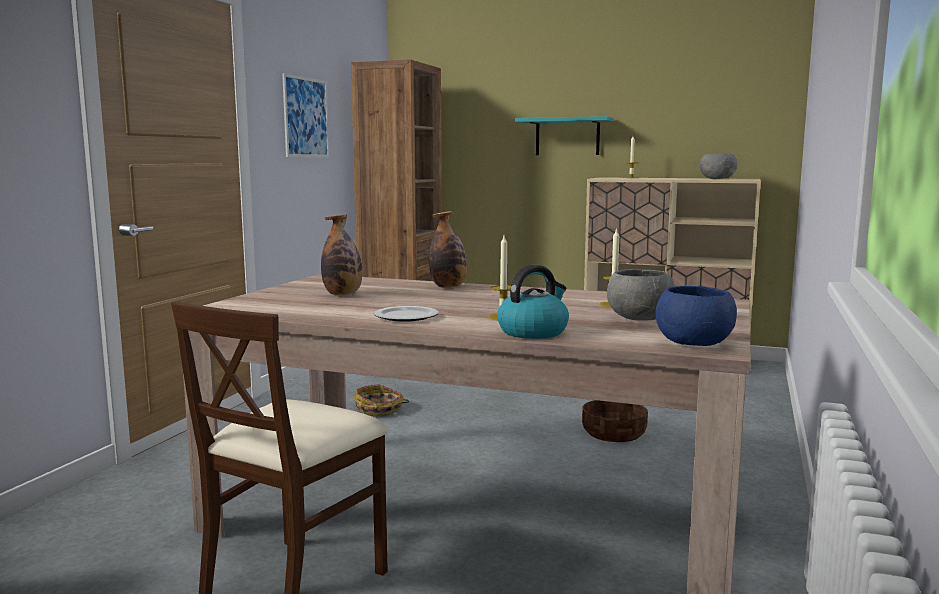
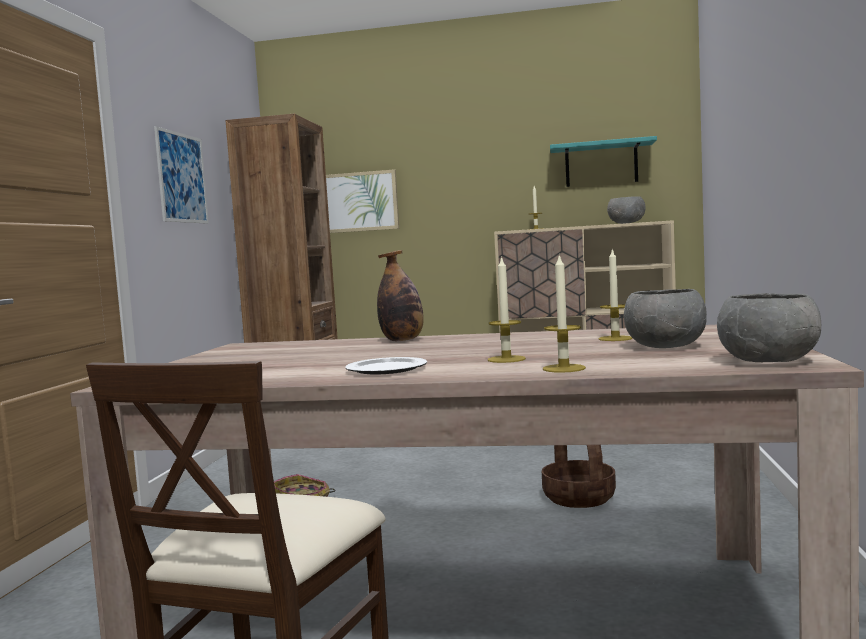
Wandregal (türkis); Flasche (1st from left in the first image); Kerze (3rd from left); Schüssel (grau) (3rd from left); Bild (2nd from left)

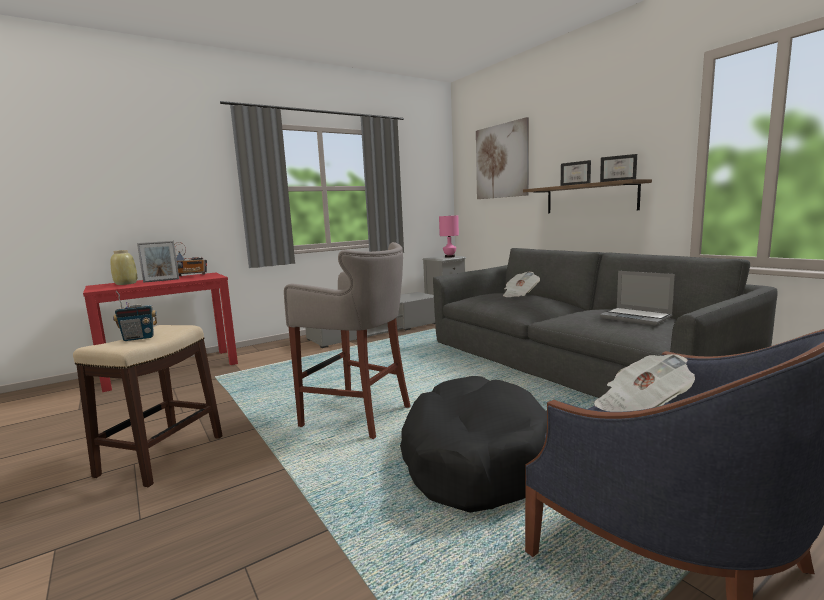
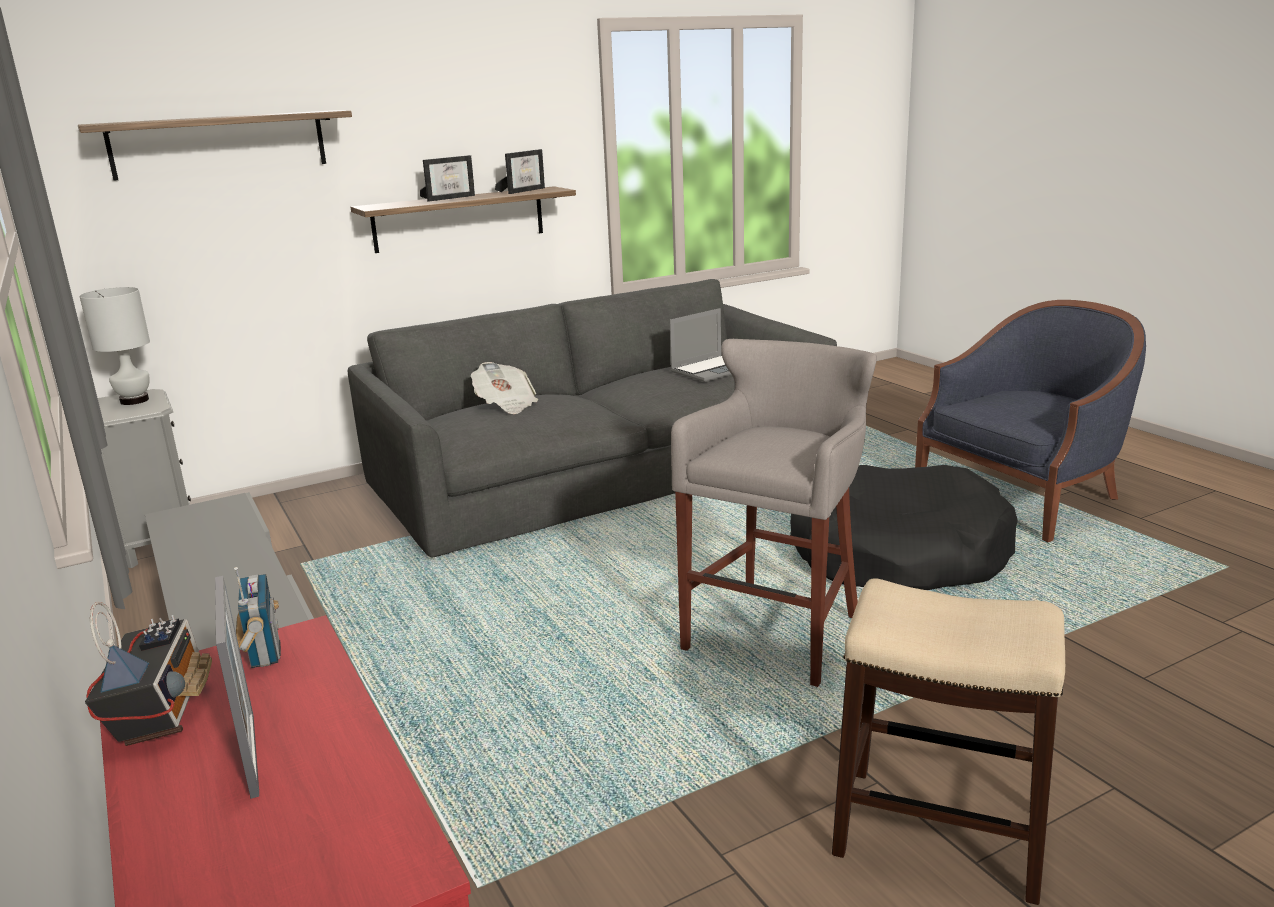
Wandregal (1st from left); Tischlampe (weiß); Vase (beige); Radio (2nd from left); Zeitung (2nd from left in the first image)

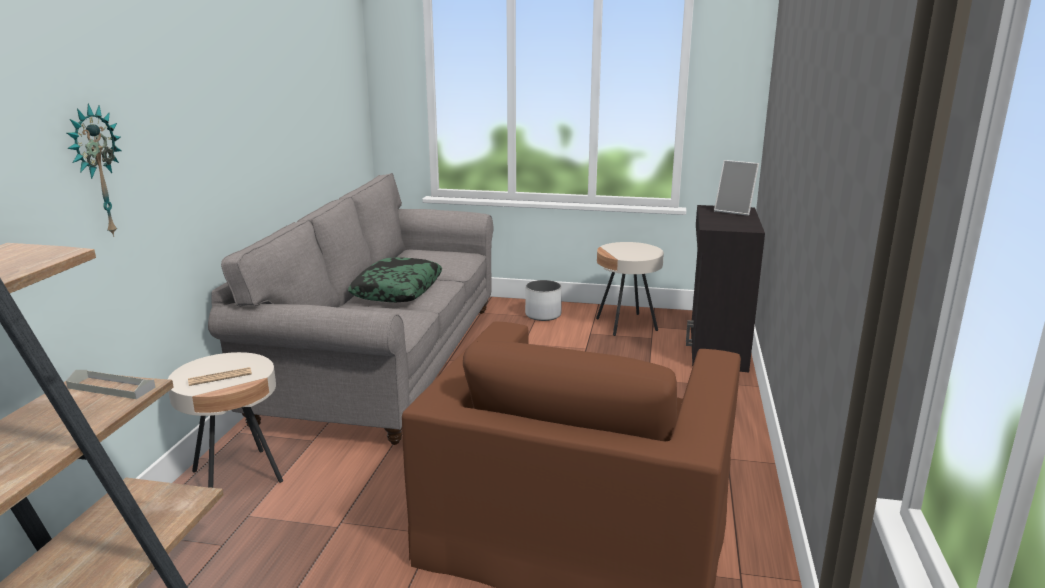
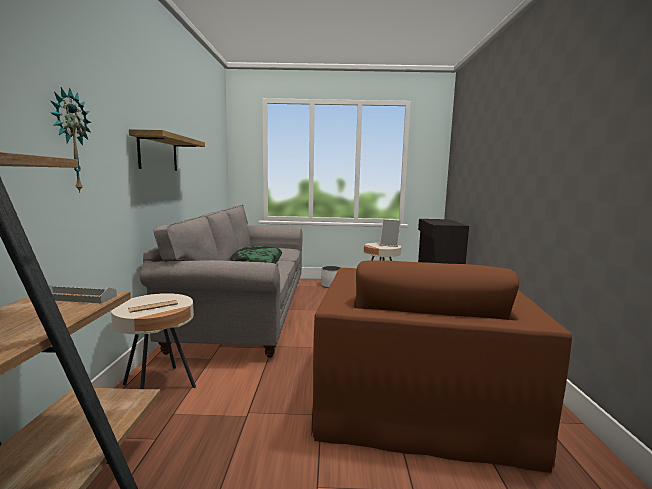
Bilderrahmen; Wandregal

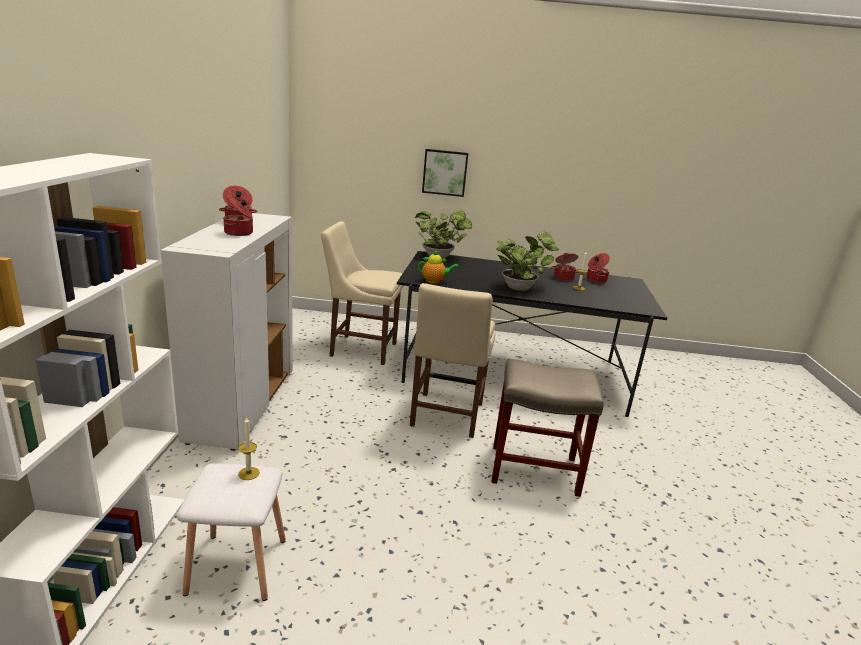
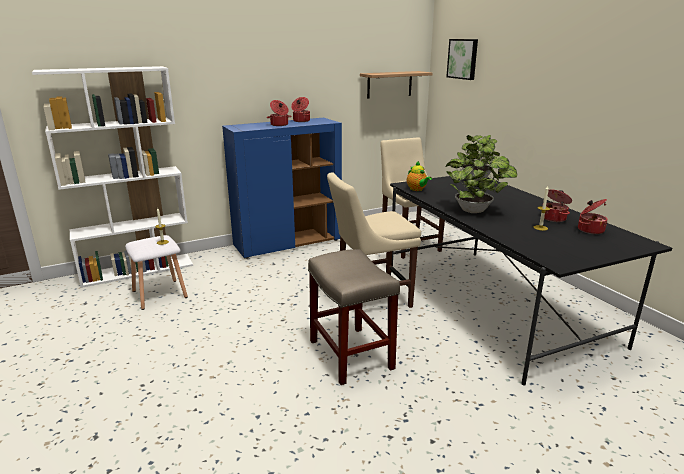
Bild; Schrank (blau); Wandregal

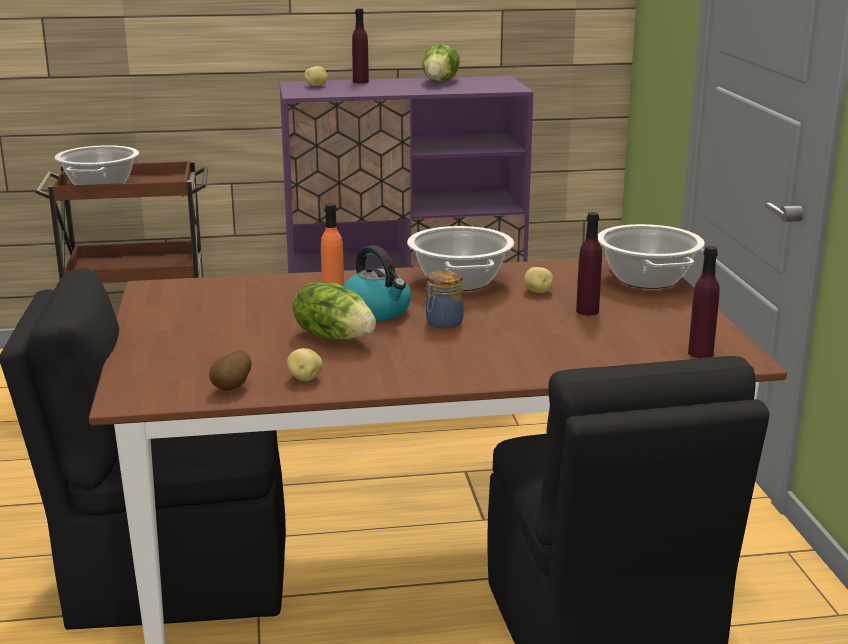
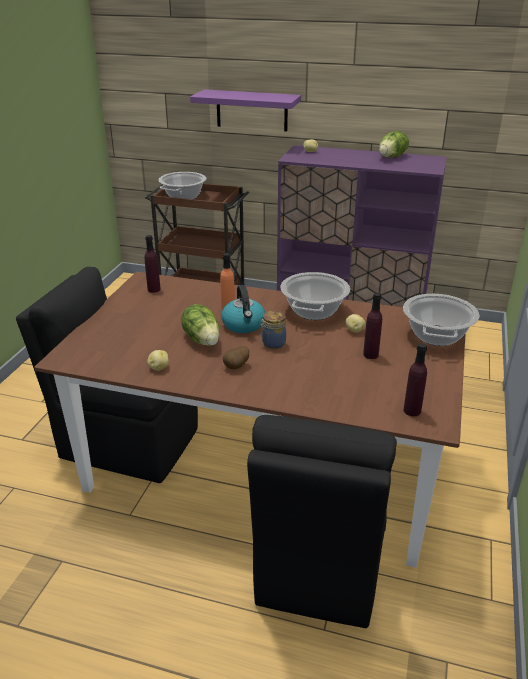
Flasche (lila) (1st from left); Kartoffel (2nd from left); Wandregal (lila)

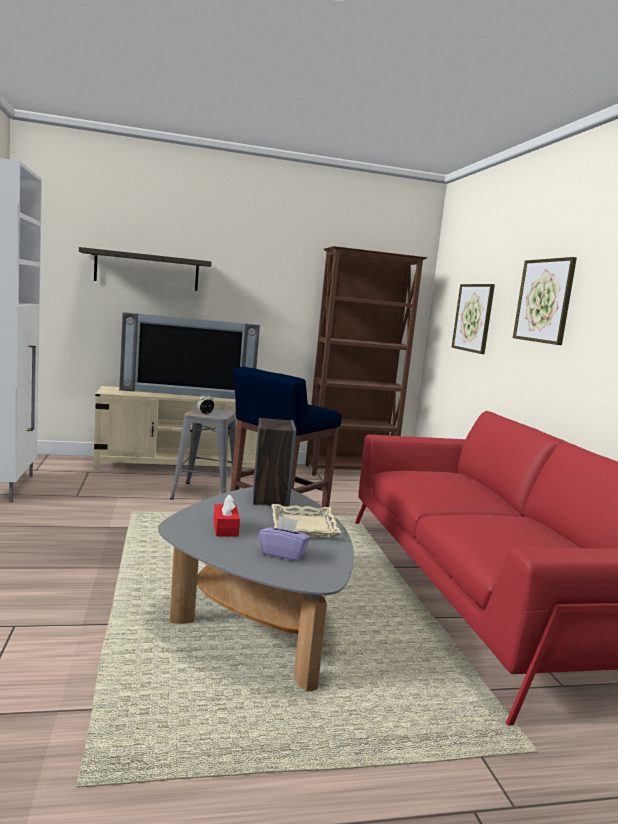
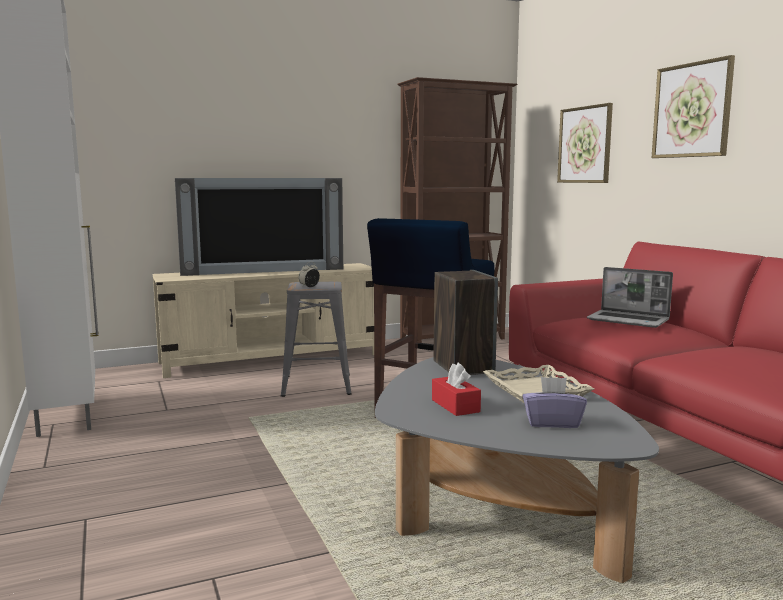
Wandregal; Laptop

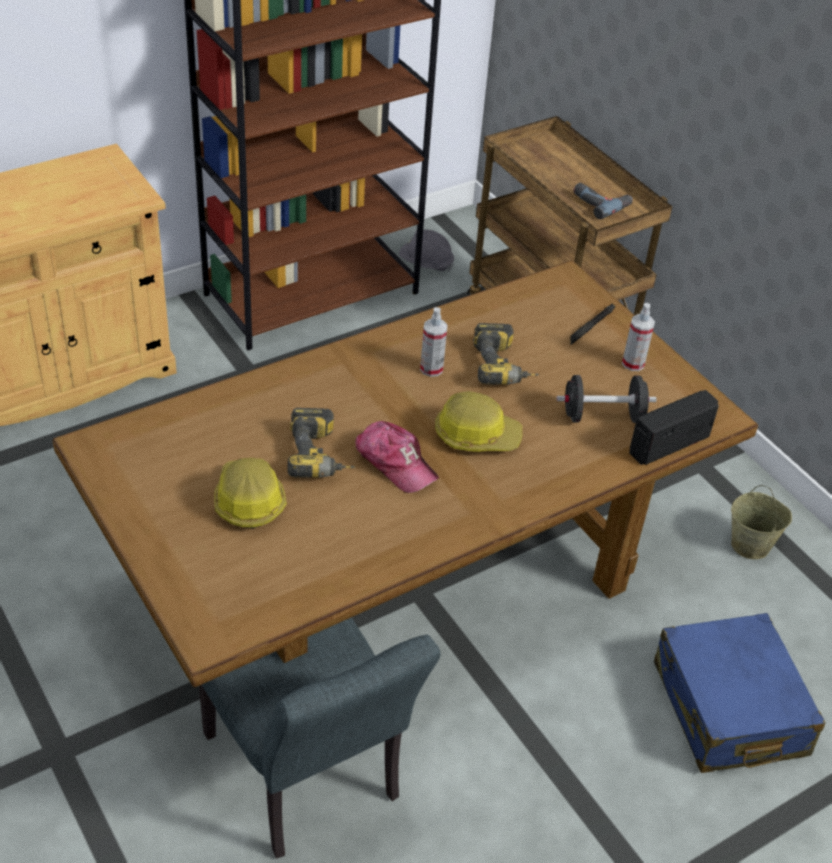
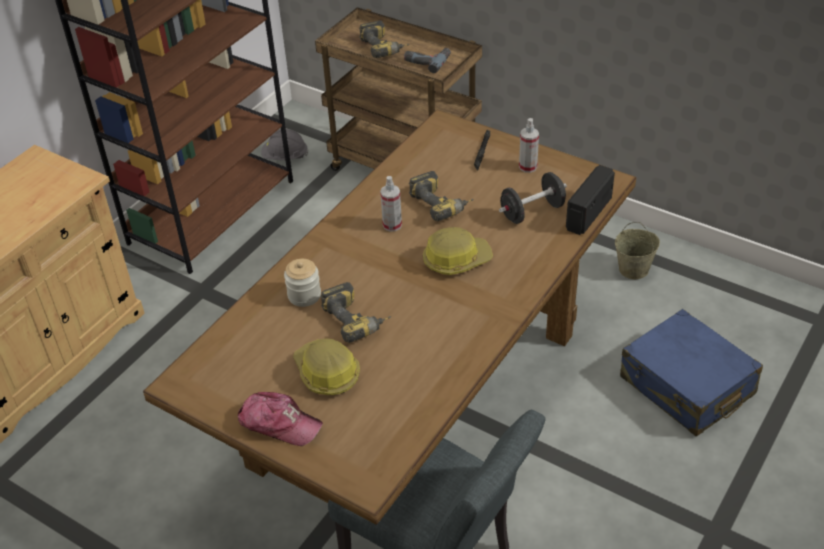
Kappe; Bohrmaschine (2nd from left); Vorratsglas

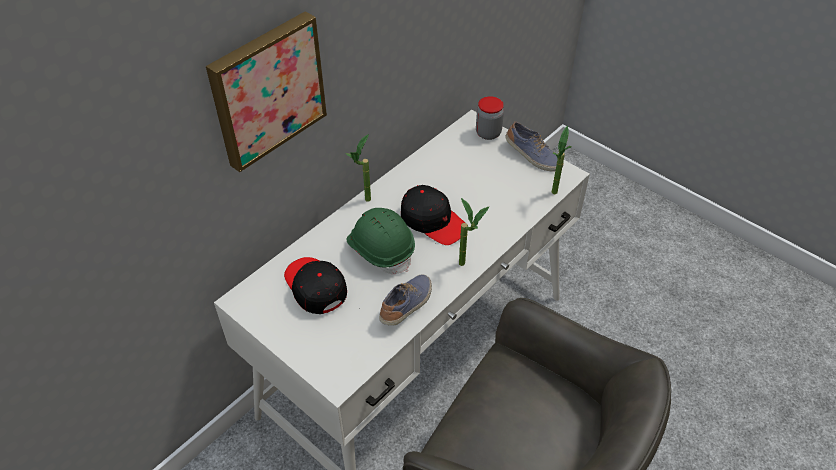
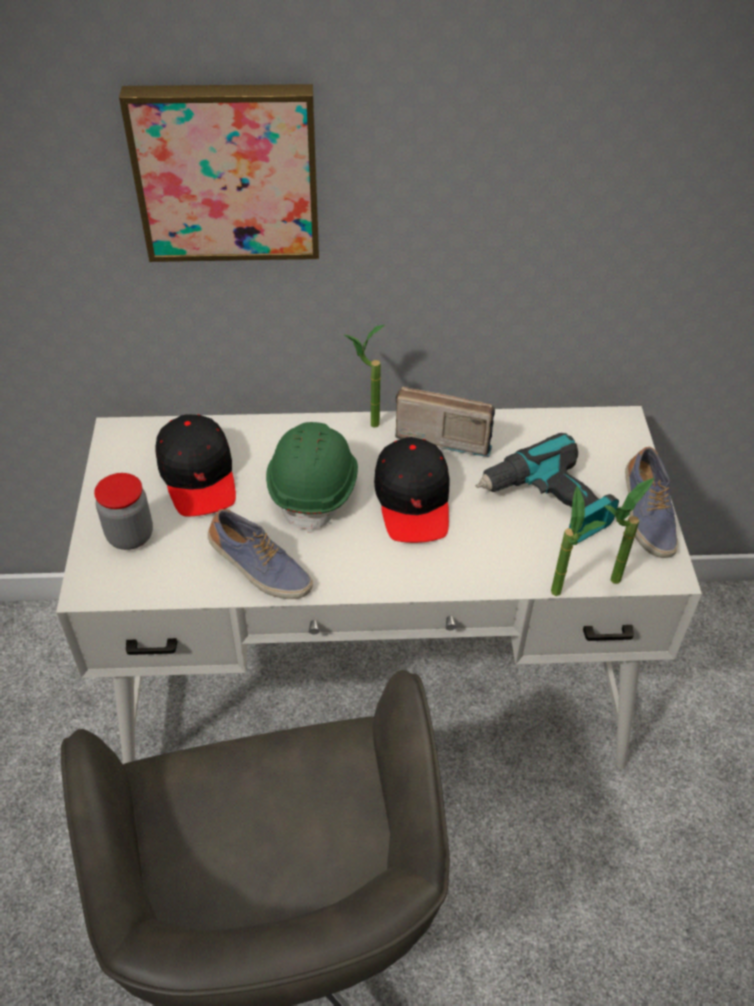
Vorratsglas; Topfpflanze (2nd from left); Kappe (schwarz) (1st from left); Schuh (1st from left); Radio; Bohrmaschine

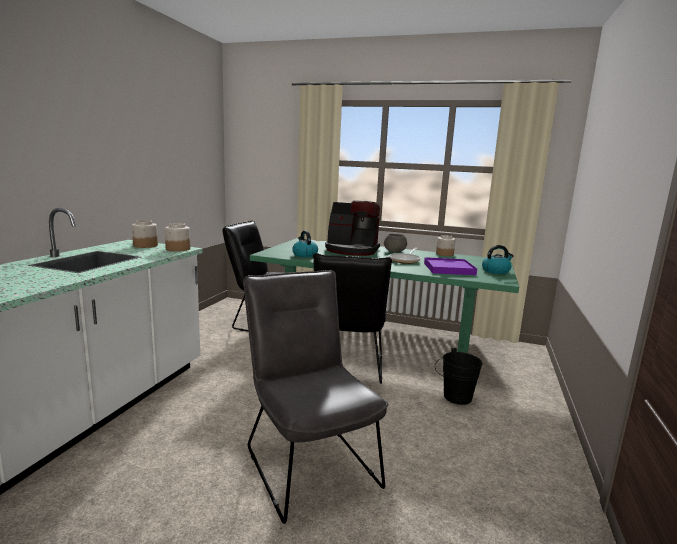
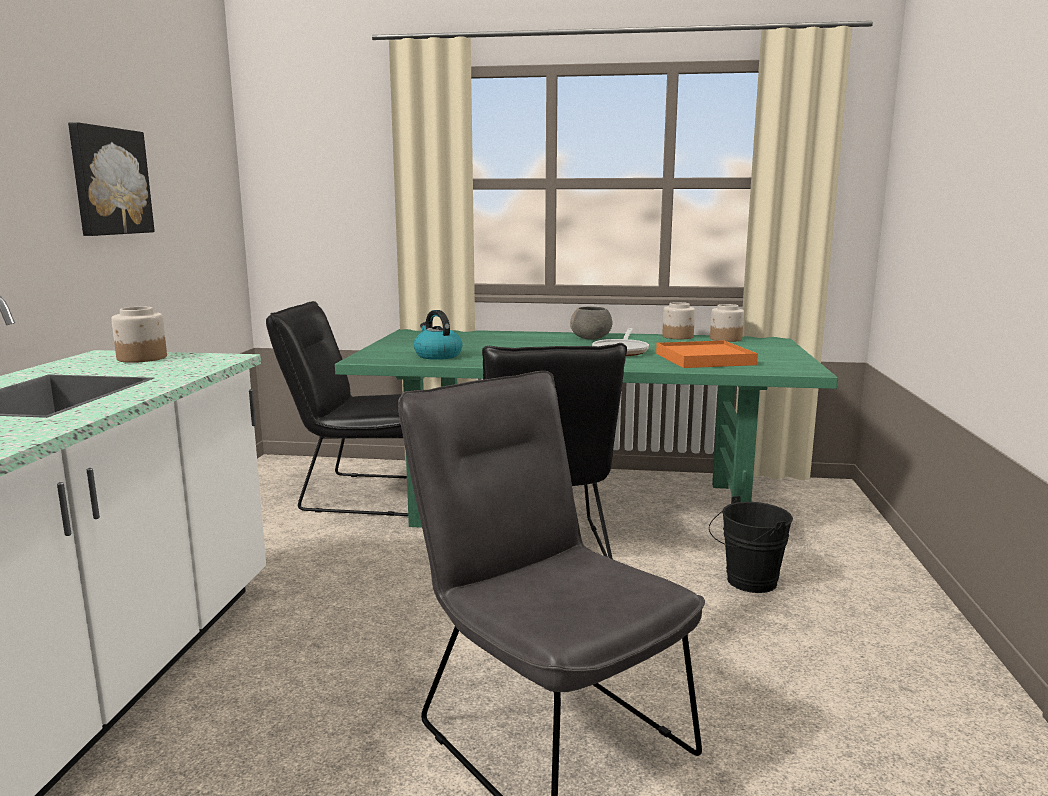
Kaffeemaschine; Vorratsglas (3rd from left); Wasserkessel (2nd from left in the first image); Tablett (orange); Bild

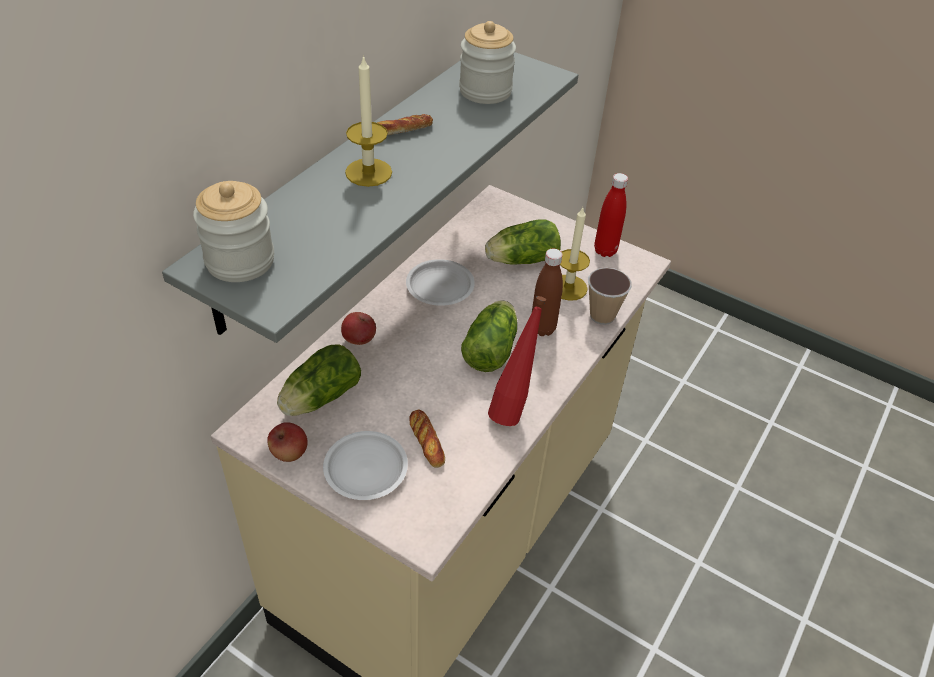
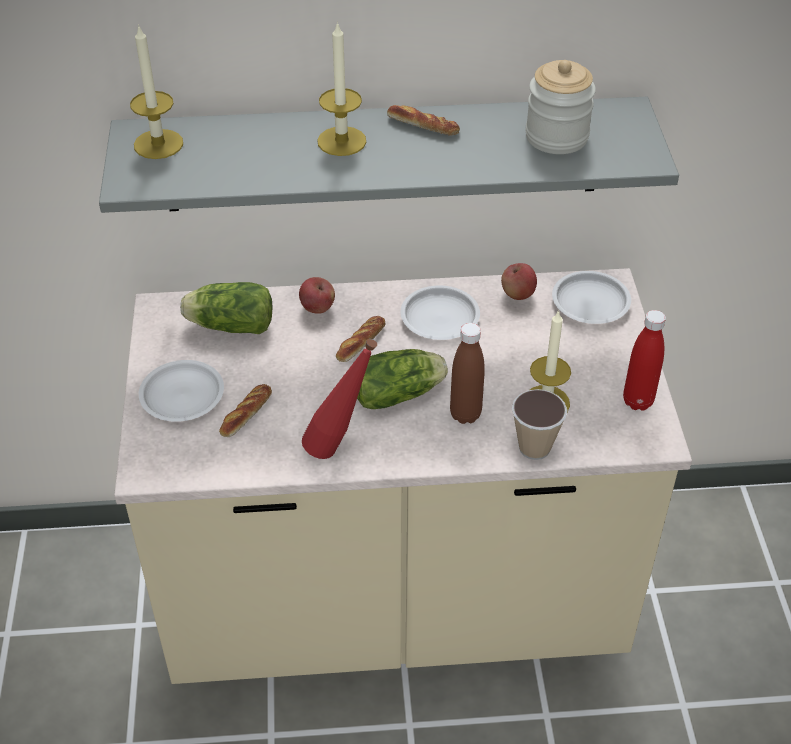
Kerze (1st from left); Salatkopf (3rd from left in the first image); Apfel (2nd from left); Teller (weiß) (3rd from left); Brot (2nd from left)

